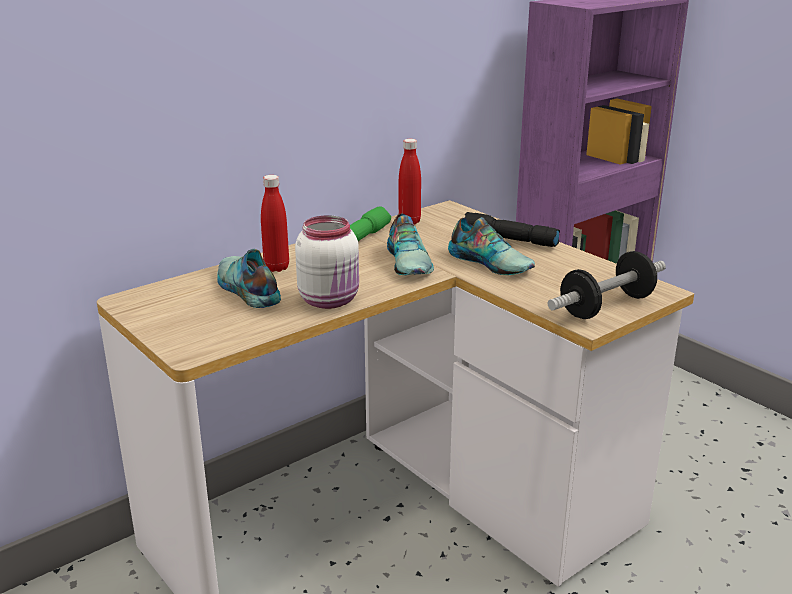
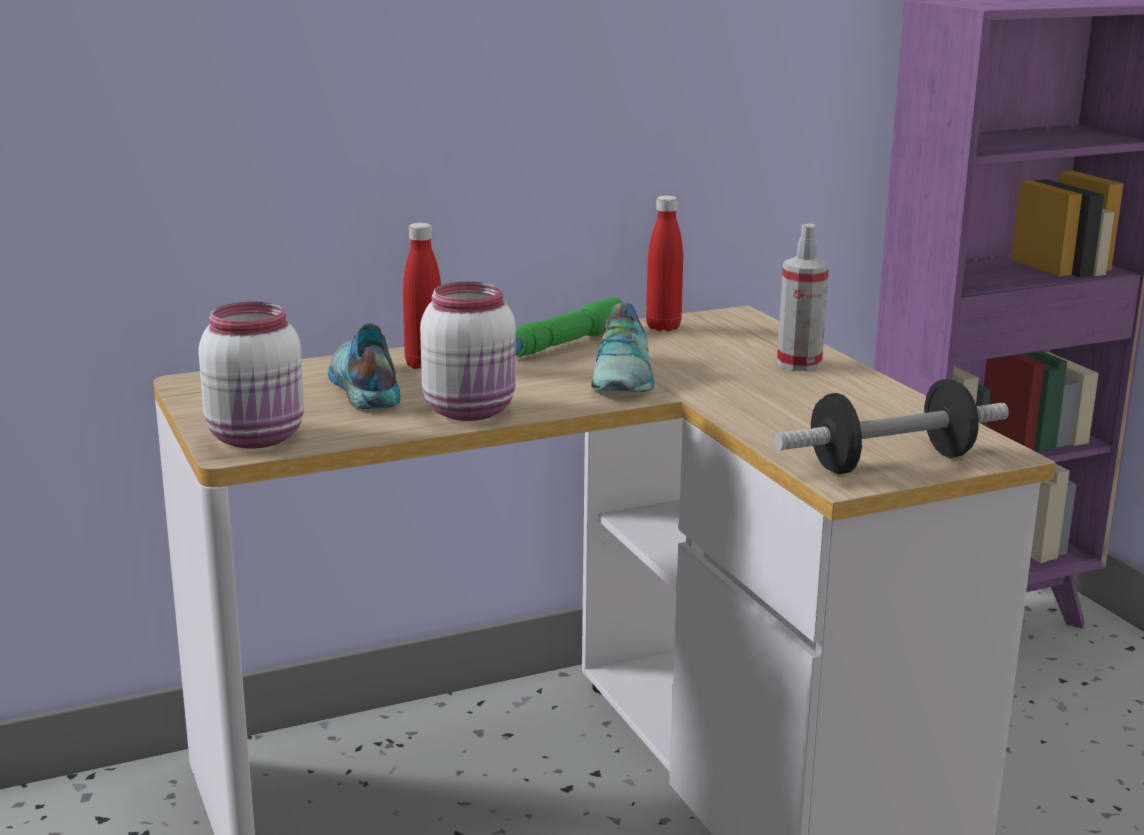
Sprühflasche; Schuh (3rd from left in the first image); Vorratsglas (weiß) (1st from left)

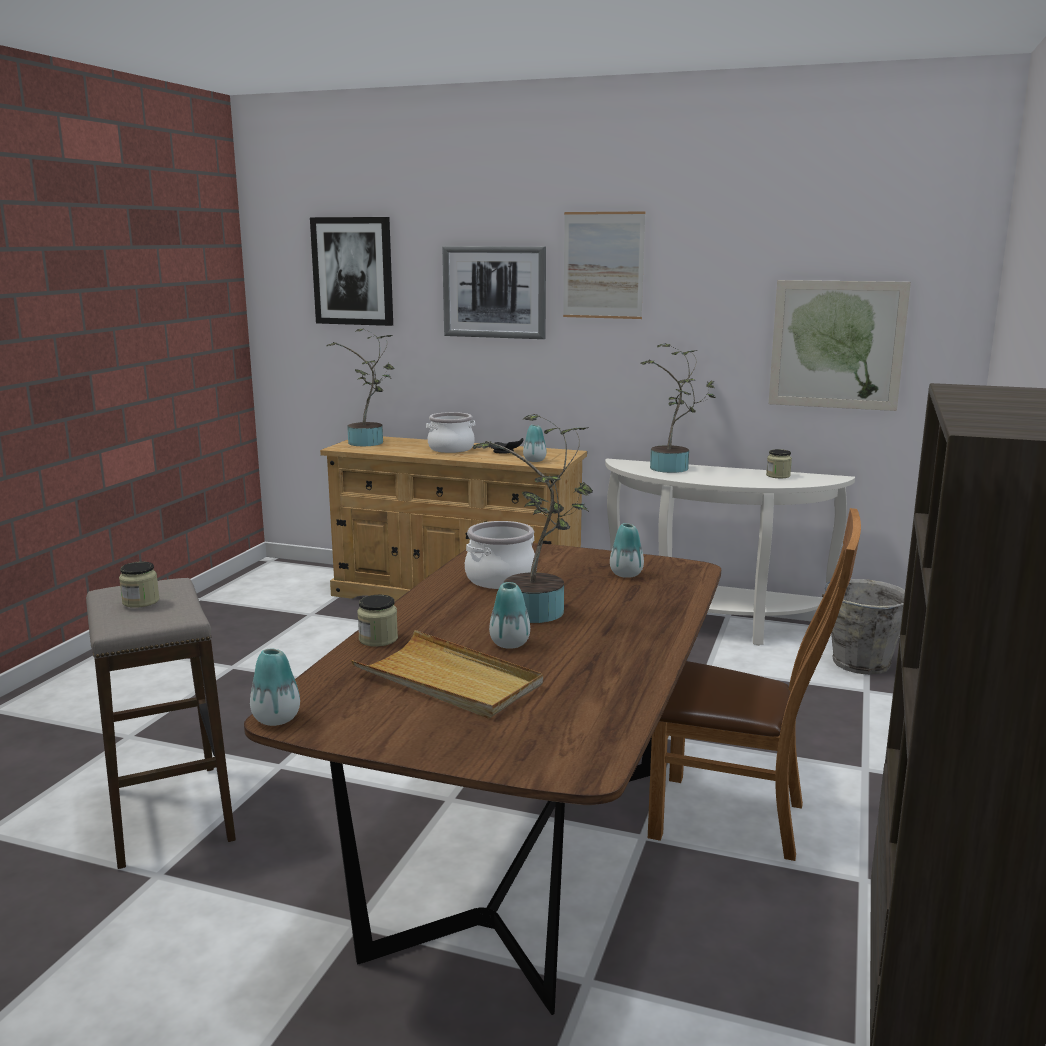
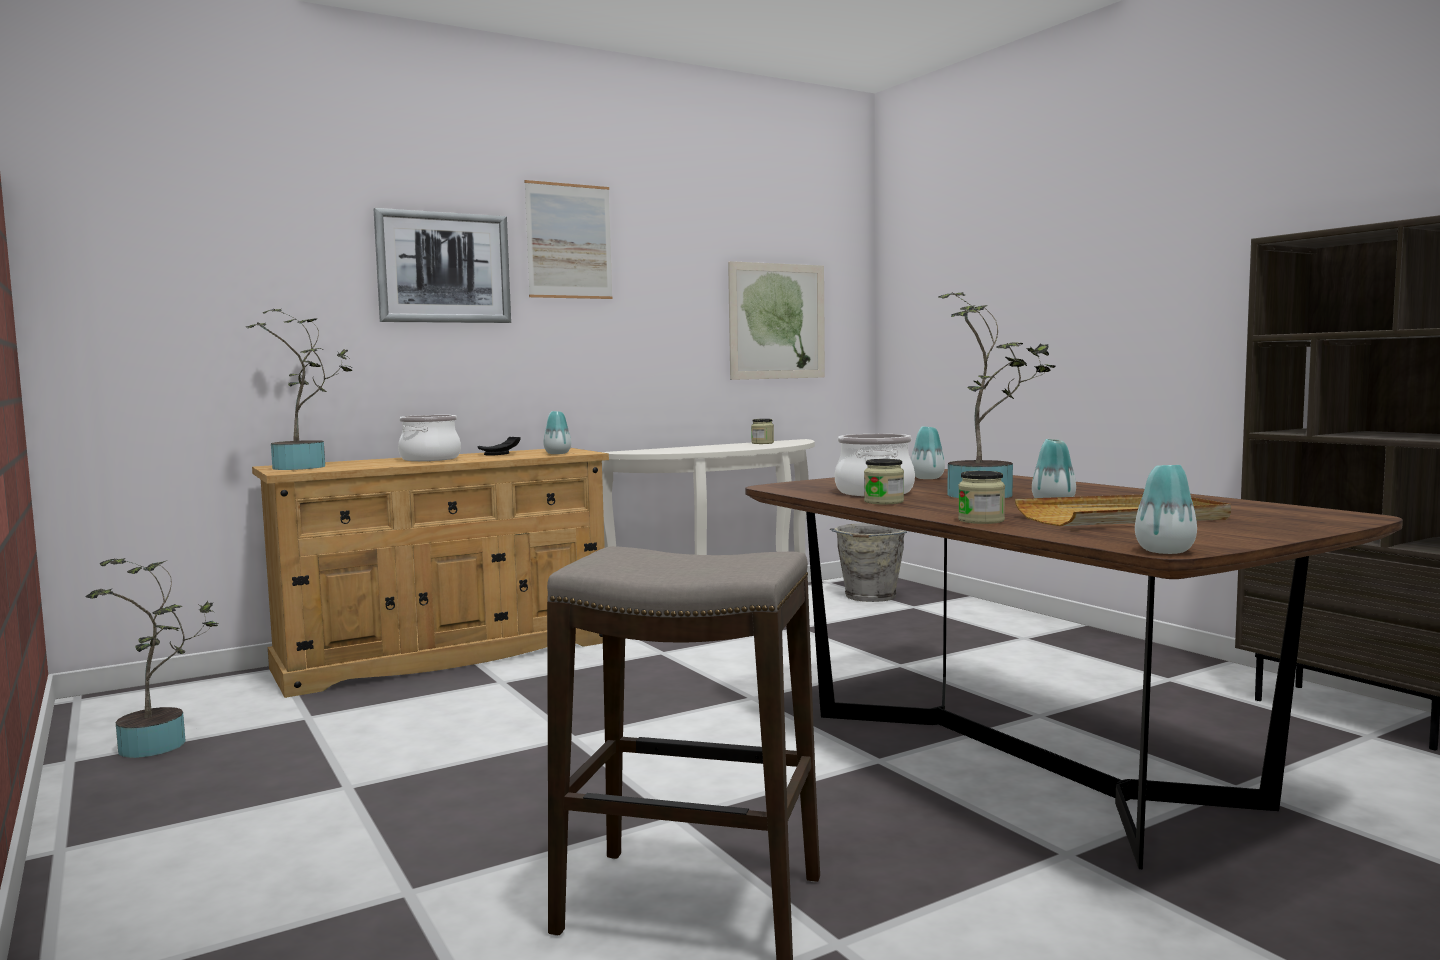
Bild (1st from left in the first image); Topfpflanze (1st from left); Stuhl (braun); Vorratsglas (2nd from left)

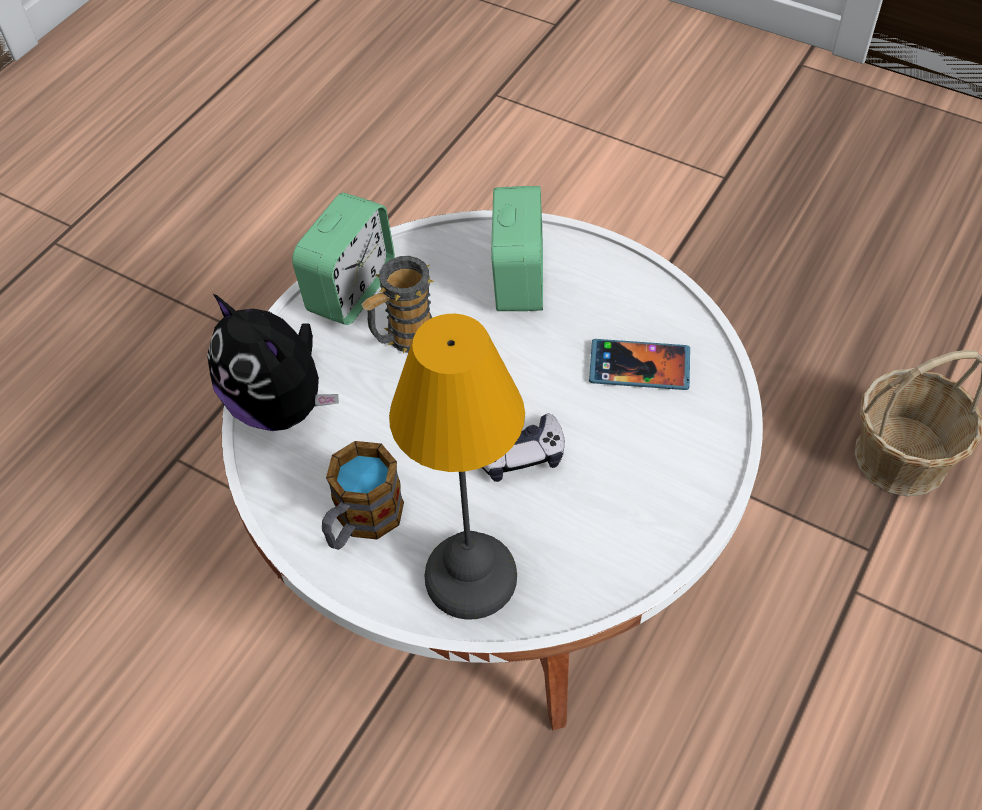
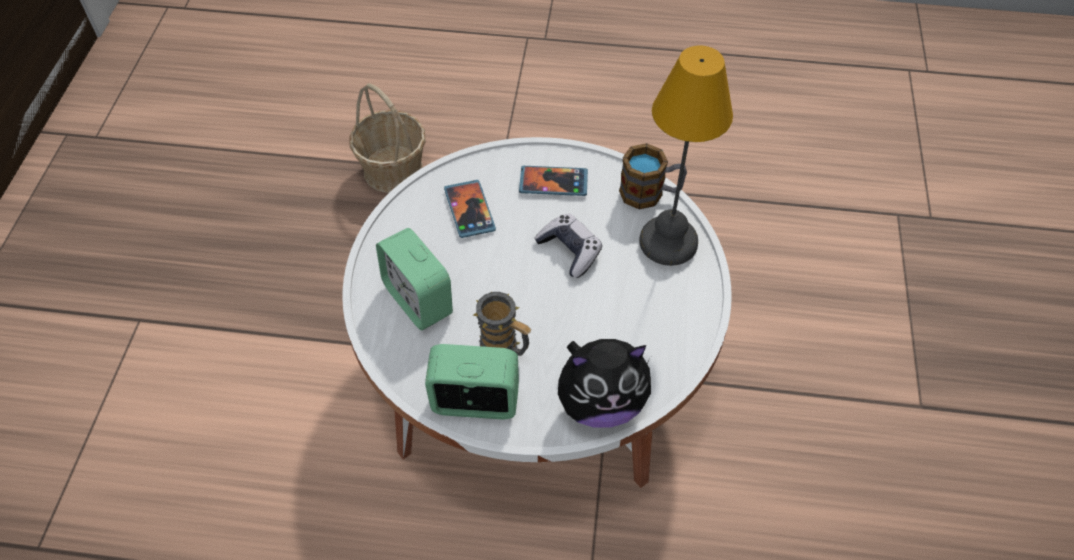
Wecker (1st from left); Plüschtier; Henkelbecher (2nd from left); Handy (2nd from left)

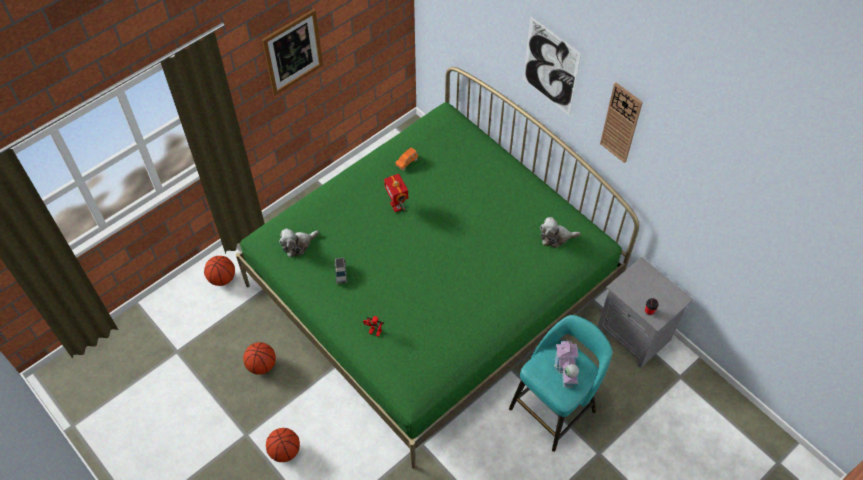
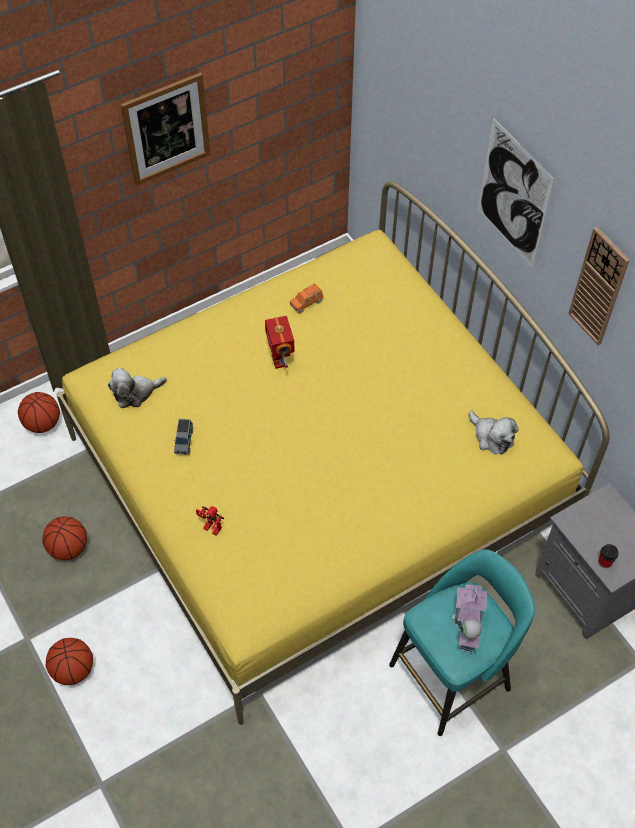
Bett (gelb); Plüschtier (2nd from left)

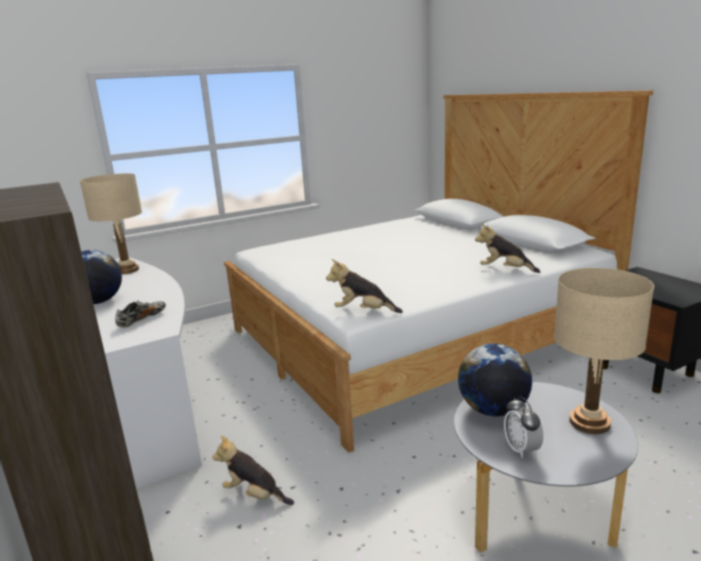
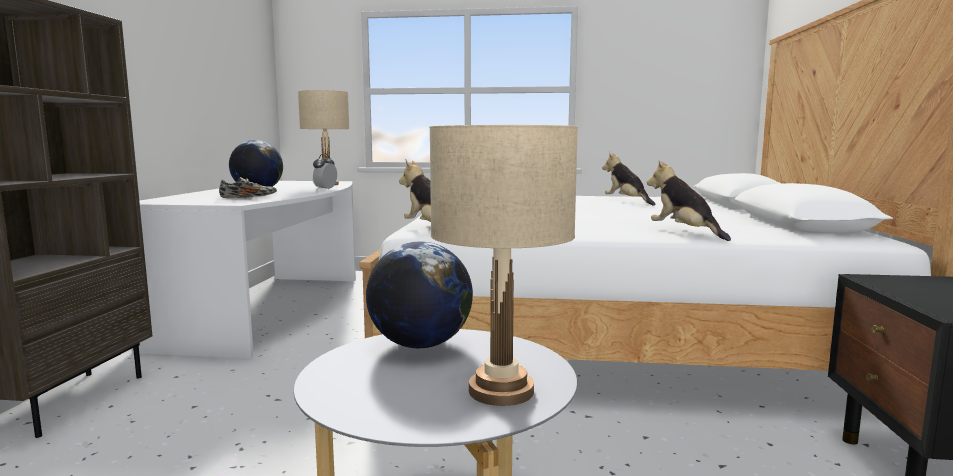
Wecker; Plüschtier (2nd from left)

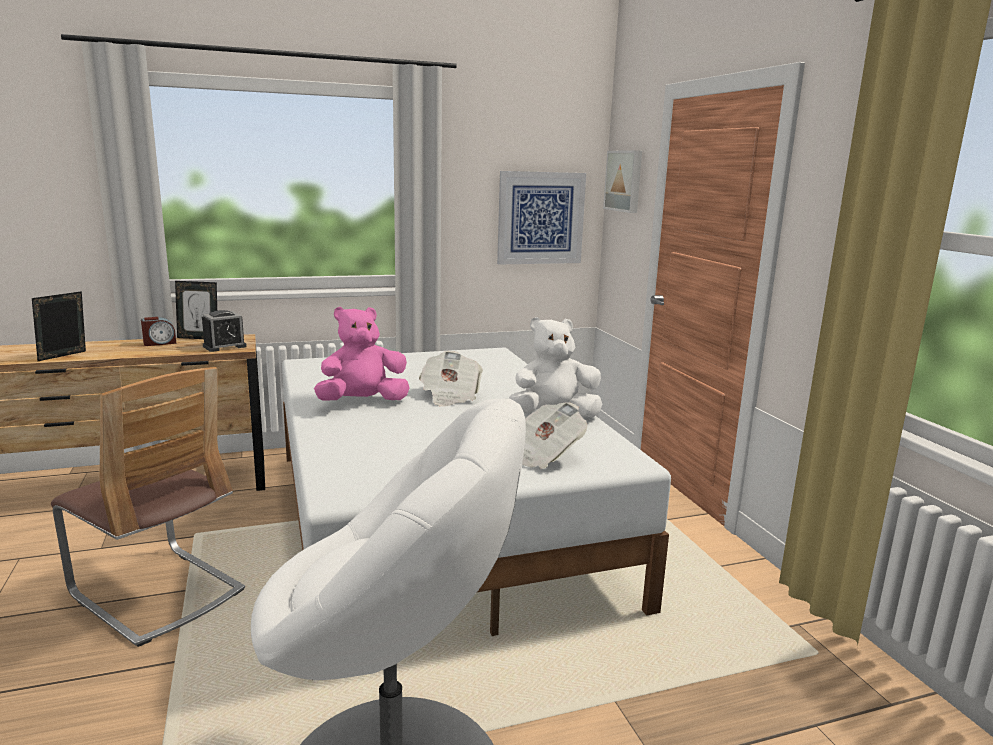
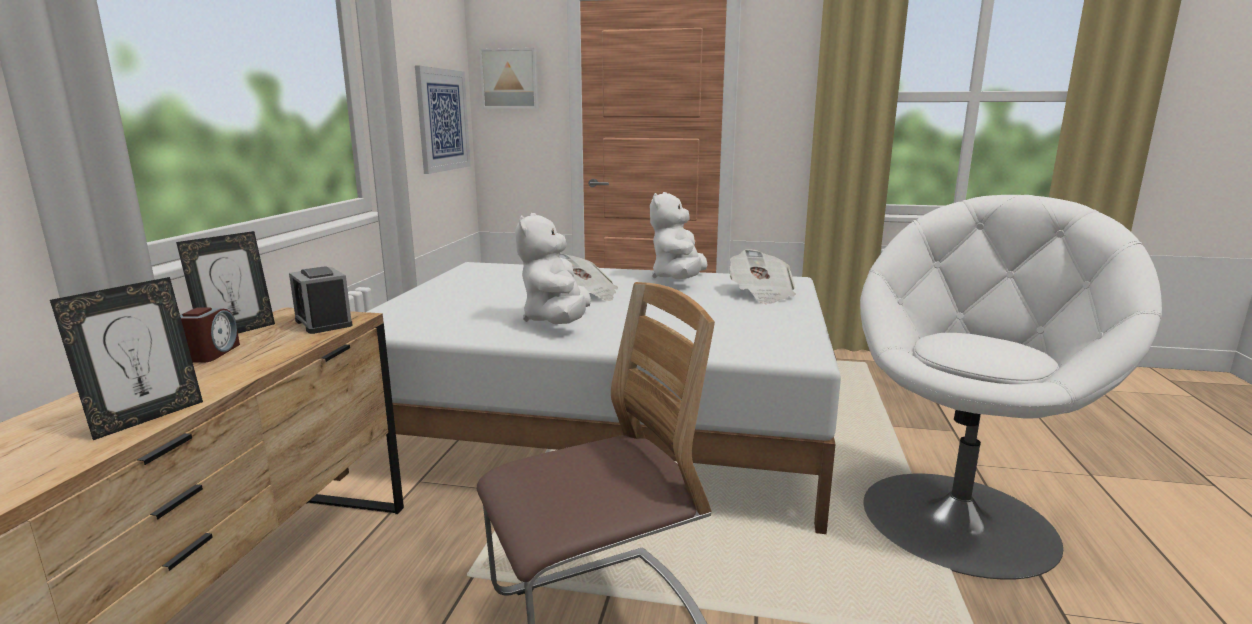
Bilderrahmen (1st from left); Plüschtier (weiß) (1st from left); Wecker (2nd from left)

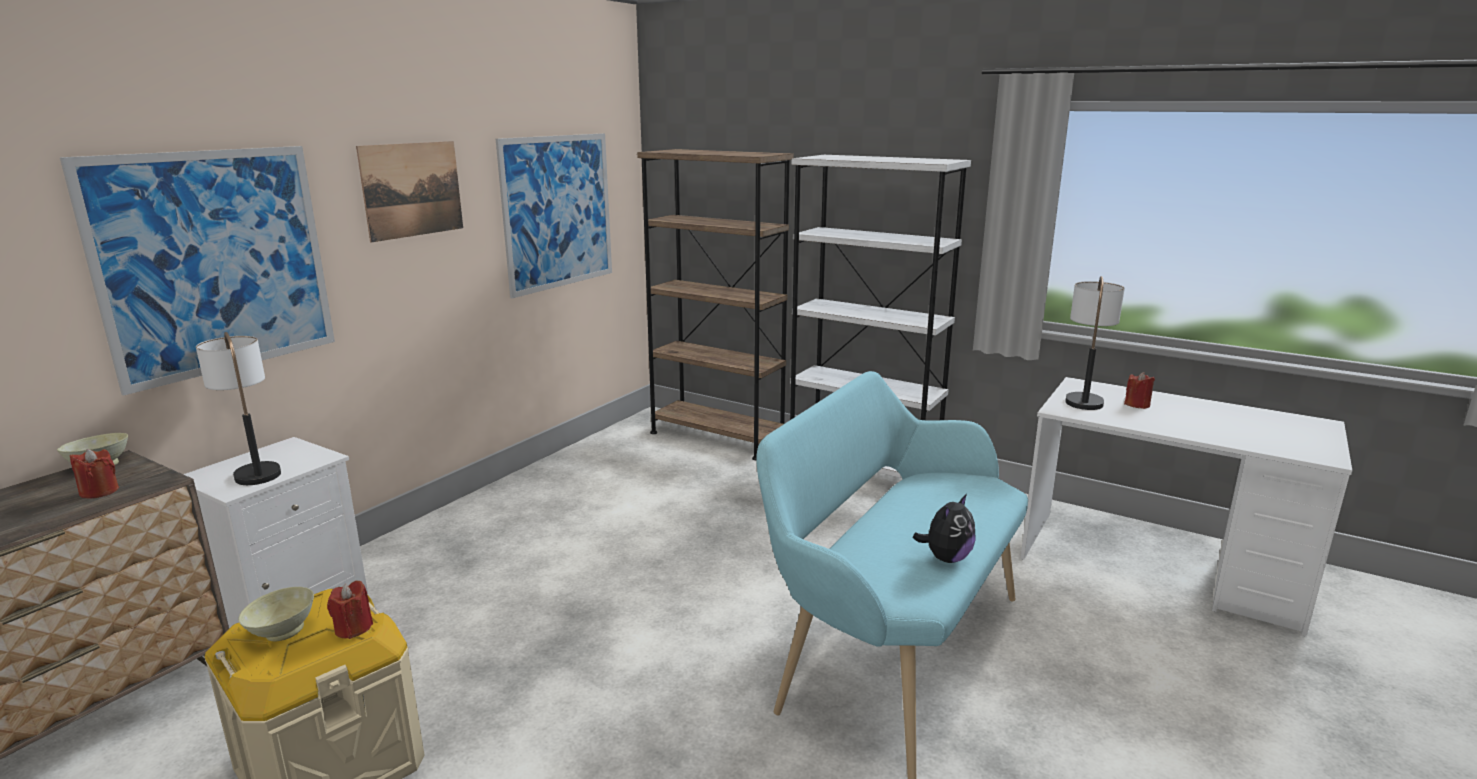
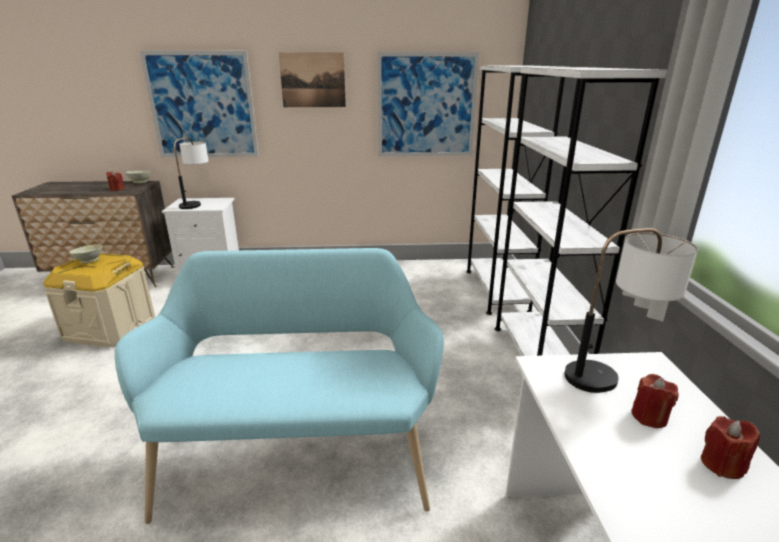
Bücherregal (weiß) (1st from left); Plüschtier; Kerze (rot) (3rd from left)

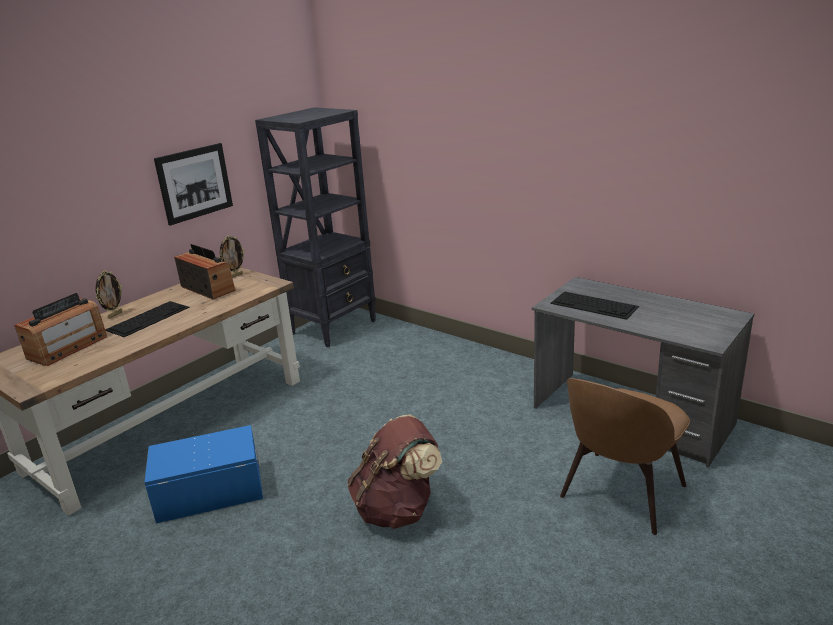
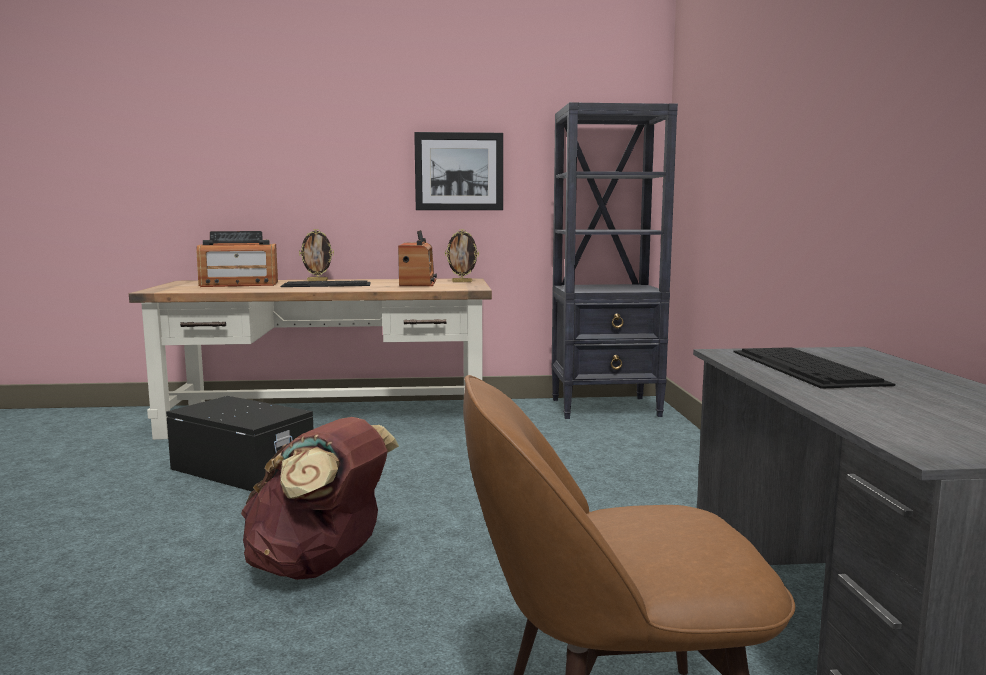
Aufbewahrungsbox (schwarz)

